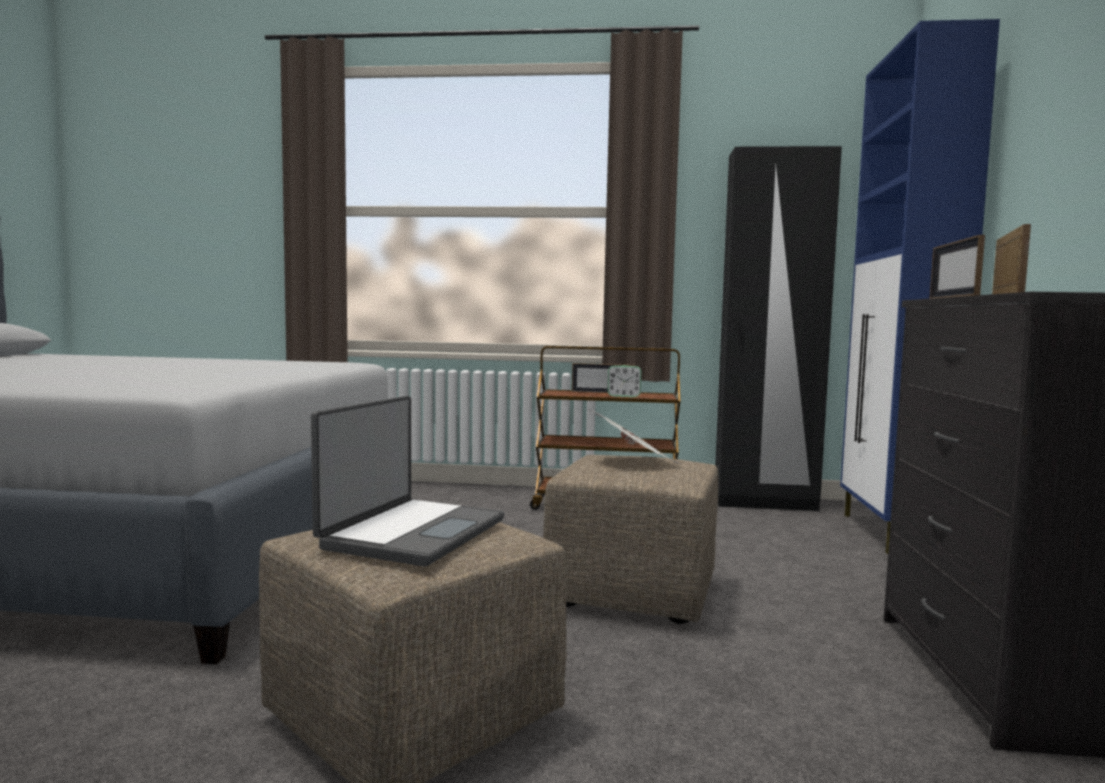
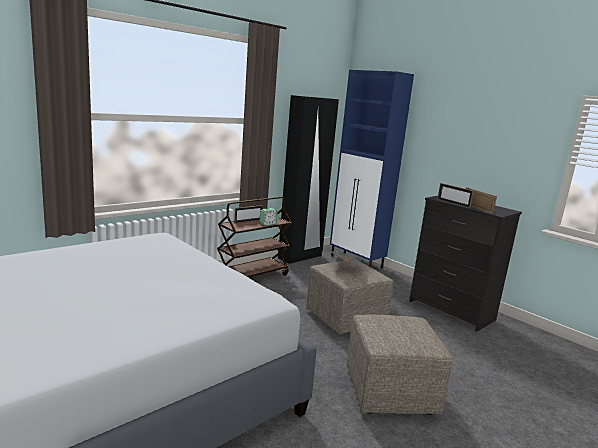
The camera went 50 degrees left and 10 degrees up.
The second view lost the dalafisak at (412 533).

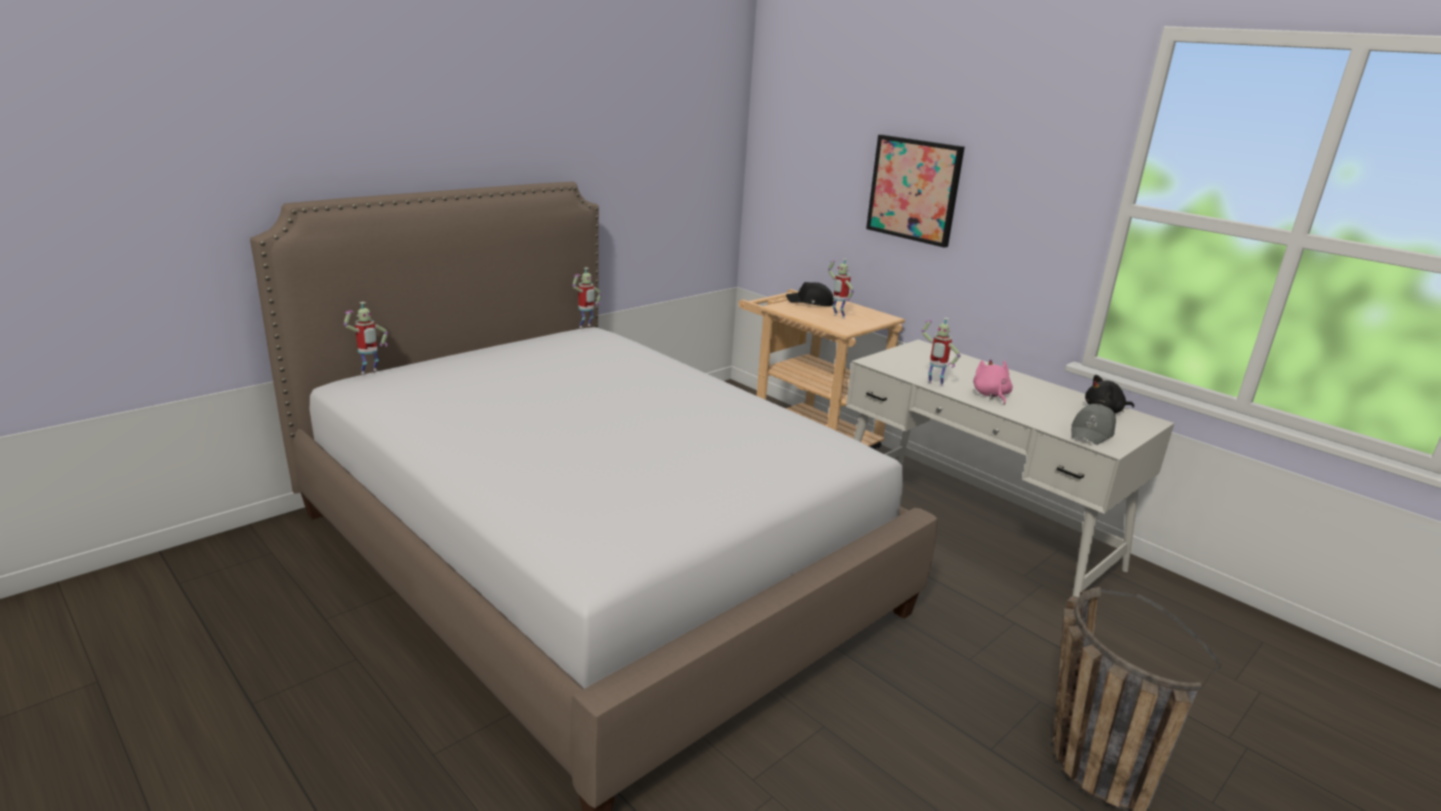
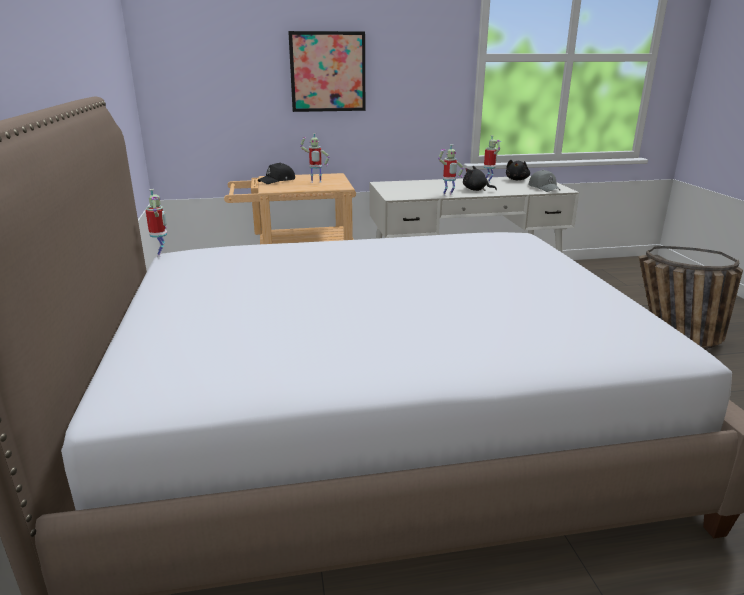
The camera went 55 degrees left and 0 degrees up.
The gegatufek ended up elsewhere, having gone from (370 372) to (488 181).
What was the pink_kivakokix at (991 395) turned into the black_kivakokix at (476 190).

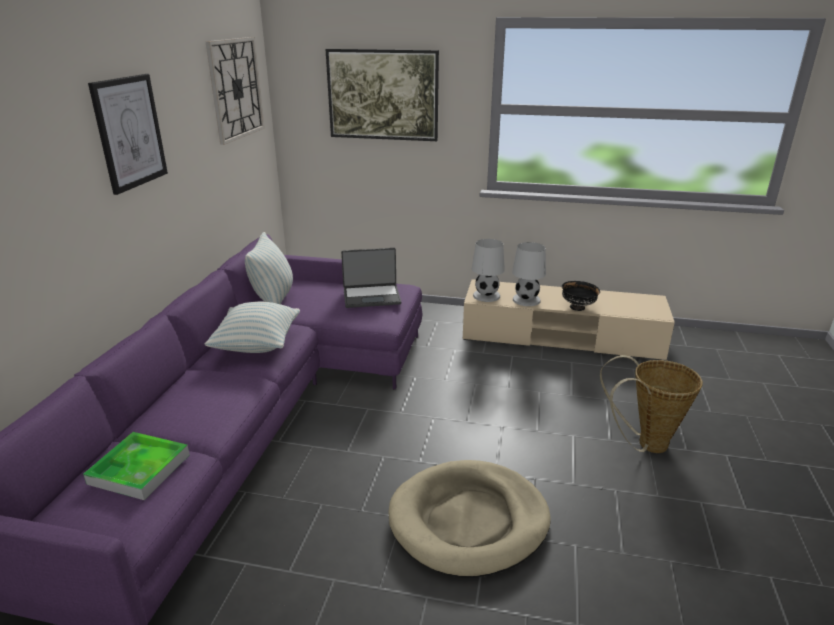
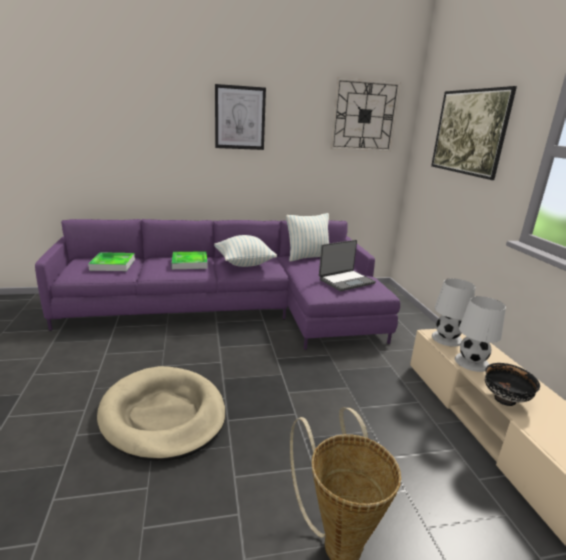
The camera went 65 degrees right and 5 degrees down.
The dalafisak at (371 297) ended up facing another way, 90 degrees counterclockwise from before.
The second view gained the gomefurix at (189 263).

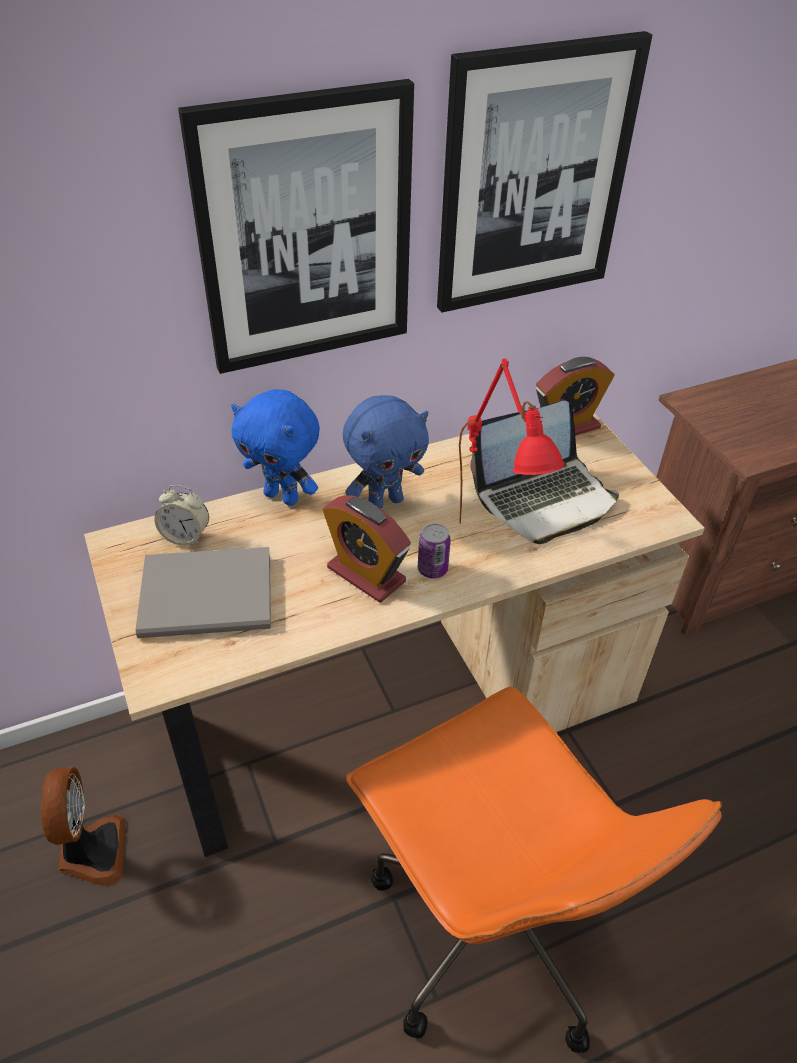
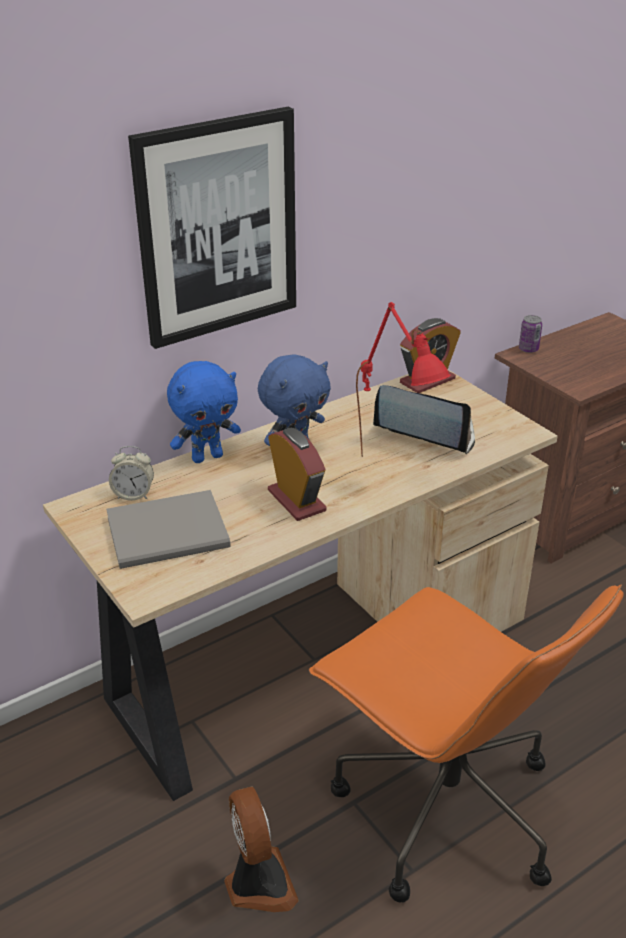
The camera went 10 degrees left and 10 degrees down.
The second view lost the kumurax at (534 178).
The blue_kivakokix at (283 496) ended up facing another way, 45 degrees counterclockwise from before.
The dalafisak at (544 498) ended up facing another way, 120 degrees counterclockwise from before.
The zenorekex at (366 574) ended up facing another way, 150 degrees counterclockwise from before.
The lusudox ended up elsewhere, having gone from (432 569) to (528 349).
The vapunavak ended up elsewhere, having gone from (92 852) to (258 884).

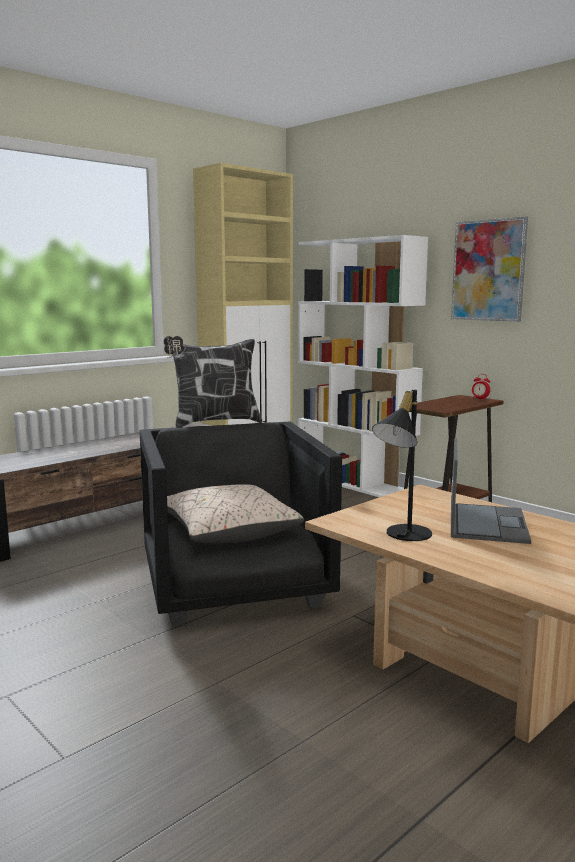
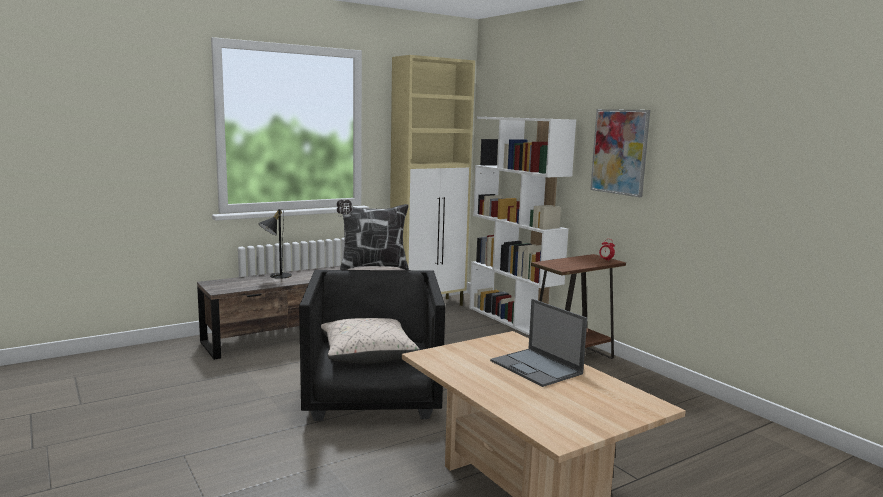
The camera went 10 degrees right and 0 degrees up.
The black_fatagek ended up elsewhere, having gone from (402 535) to (276 276).
The dalafisak at (486 523) ended up facing another way, 120 degrees clockwise from before.

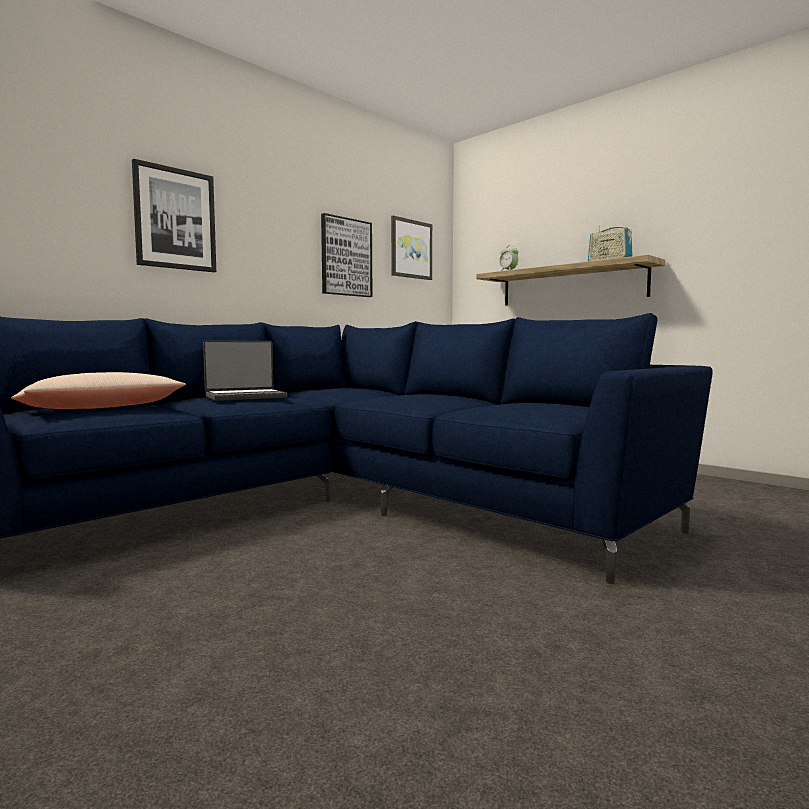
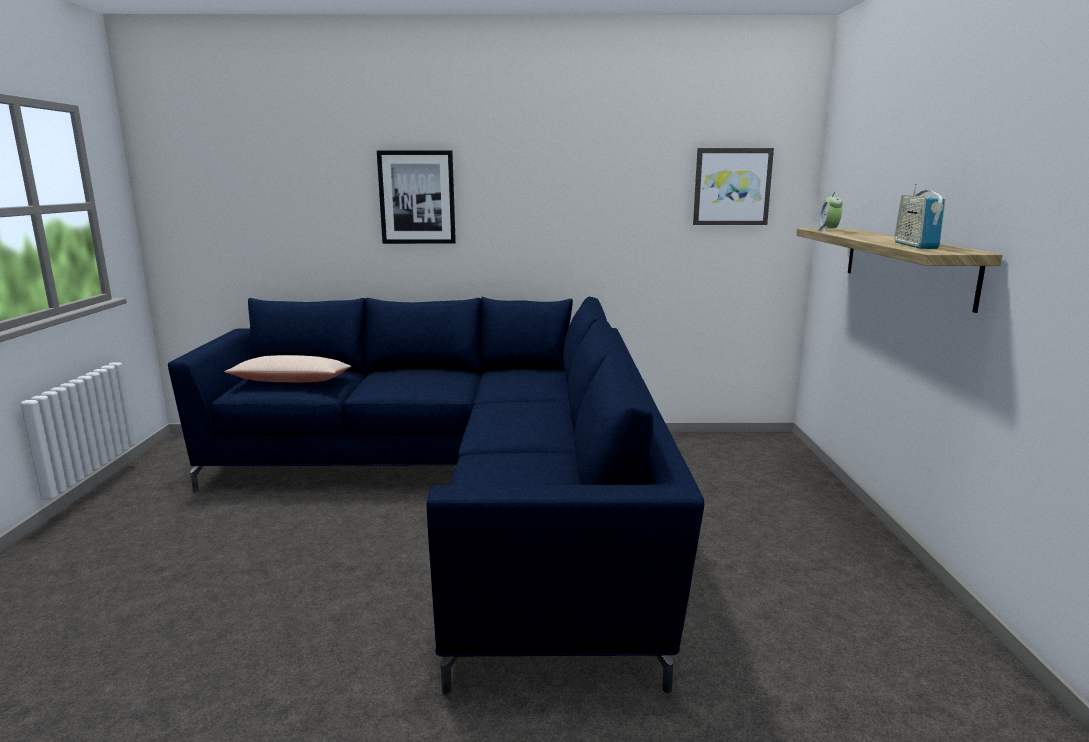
The camera went 45 degrees right and 10 degrees up.
The second view lost the kumurax at (346 257).
The second view lost the dalafisak at (245 397).

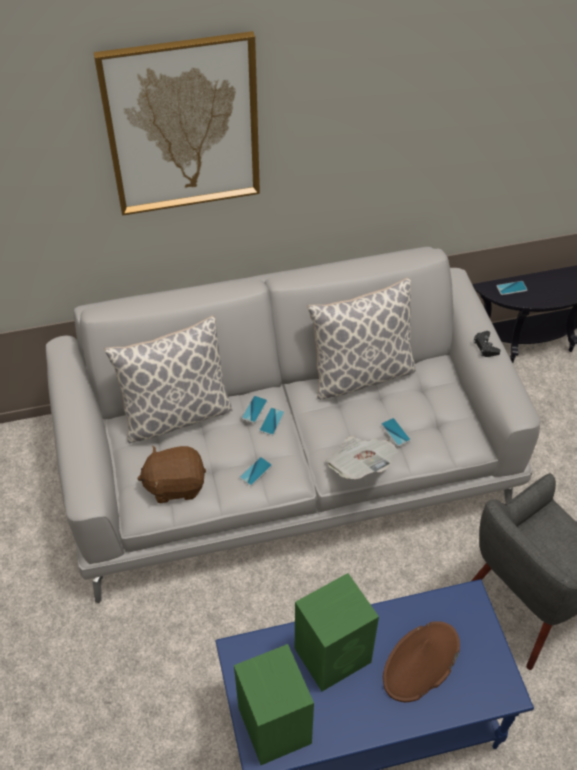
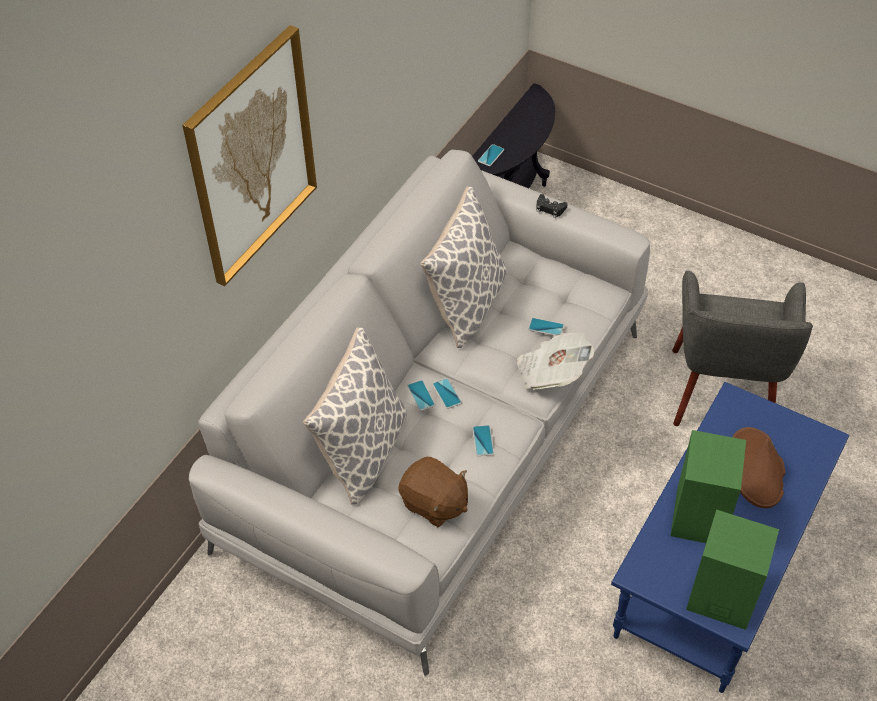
The camera went 45 degrees left and 0 degrees up.
The brown_kivakokix at (175 484) ended up facing another way, 90 degrees counterclockwise from before.

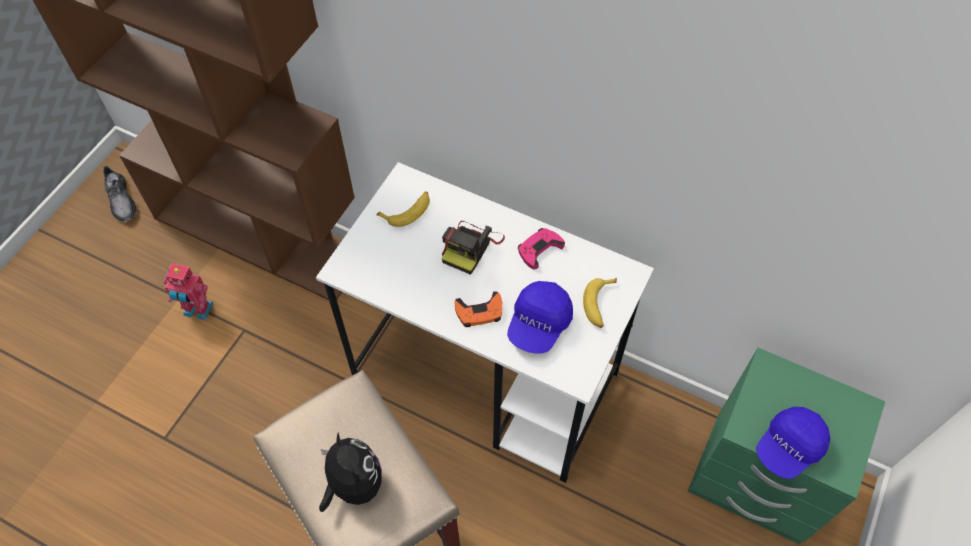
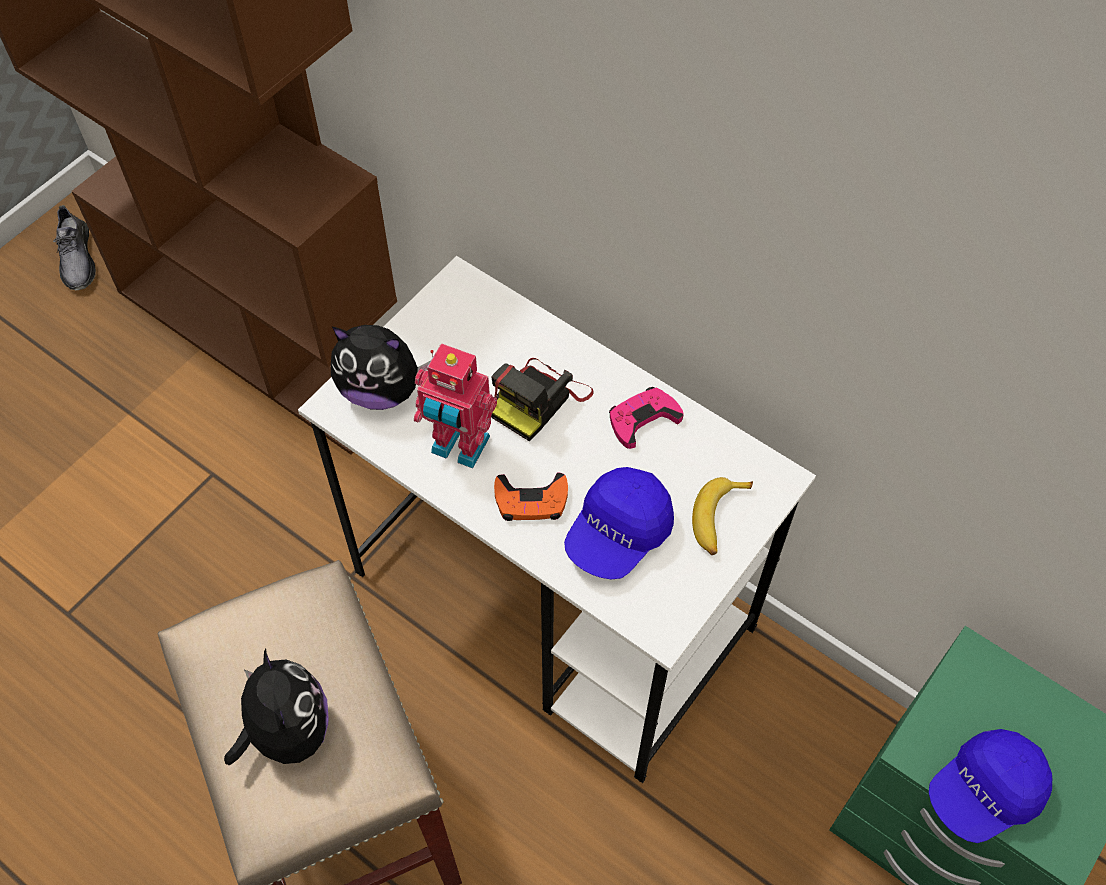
The camera went 10 degrees right and 0 degrees up.
The second view lost the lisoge at (407 211).
The gegatufek ended up elsewhere, having gone from (197 311) to (458 447).
The second view gained the kivakokix at (381 390).

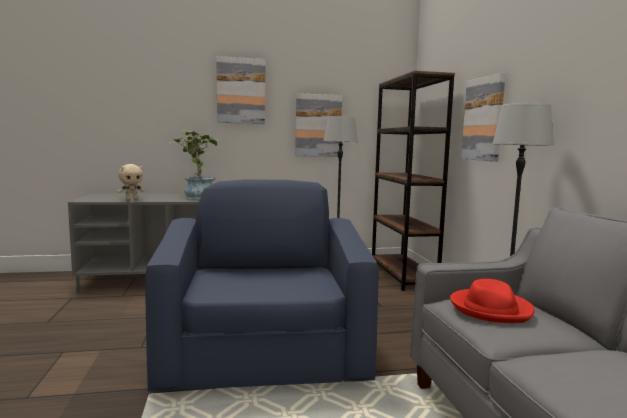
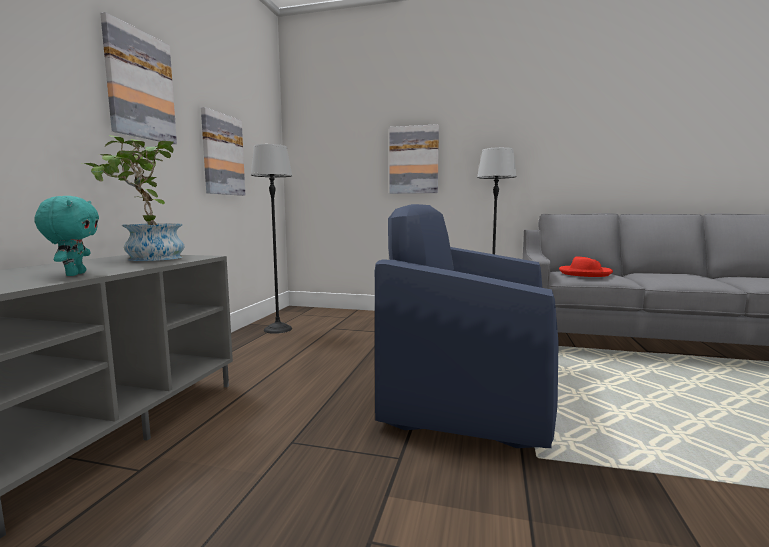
The camera went 65 degrees left and 0 degrees up.
The second view lost the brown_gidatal at (402 275).
What was the beige_kivakokix at (131 199) turned into the turquoise_kivakokix at (74 274).

